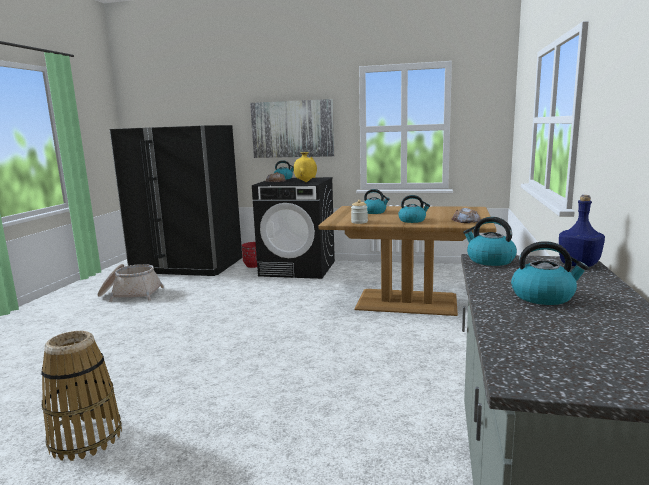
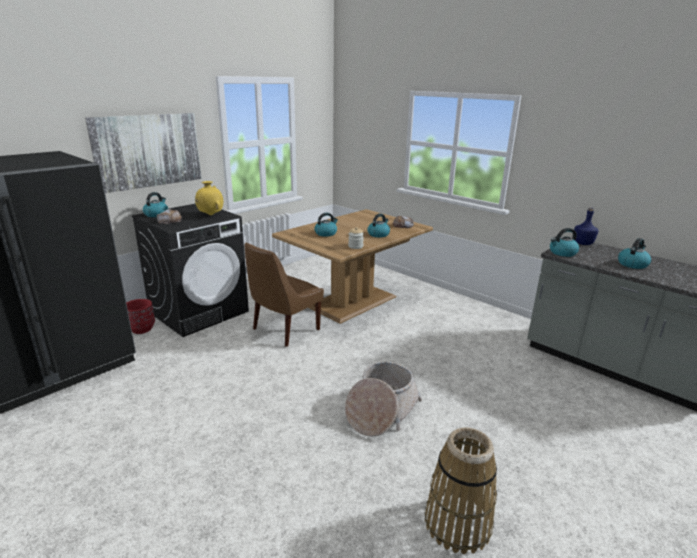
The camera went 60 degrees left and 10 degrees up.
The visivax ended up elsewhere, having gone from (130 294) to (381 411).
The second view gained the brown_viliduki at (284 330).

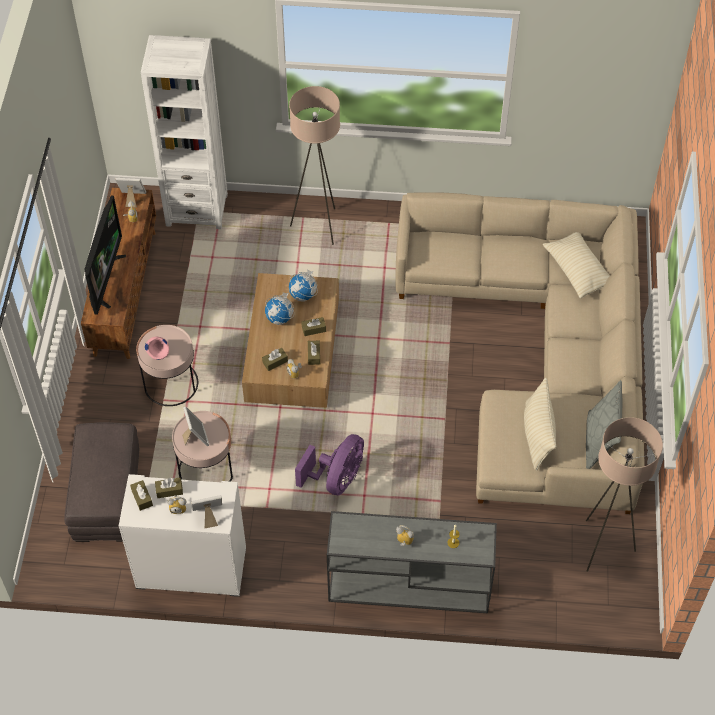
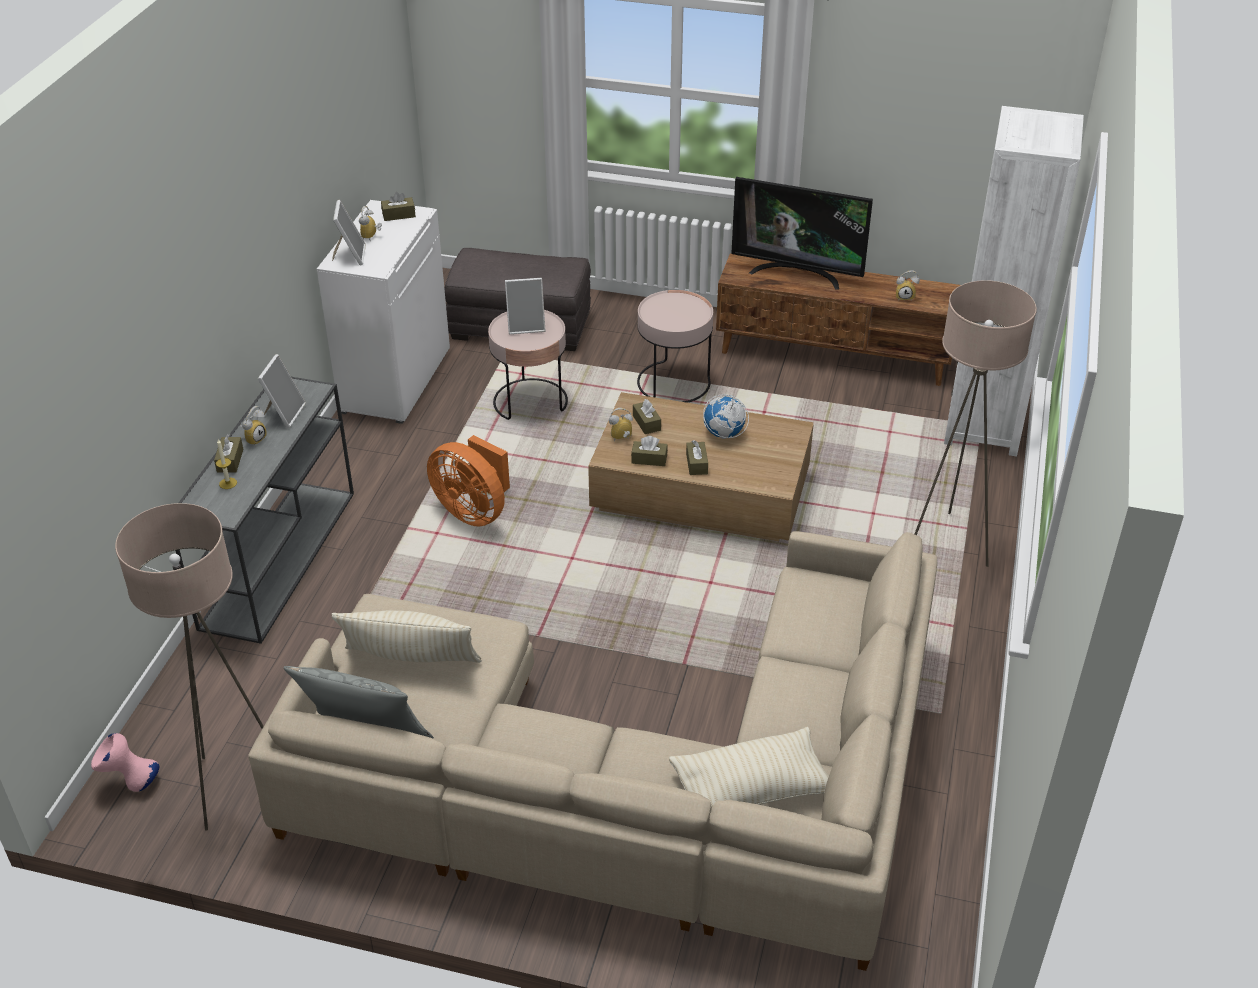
The camera went 100 degrees right and 15 degrees down.
The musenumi ended up elsewhere, having gone from (132 198) to (284 413).
The second view lost the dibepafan at (303 295).
The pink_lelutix ended up elsewhere, having gone from (160 358) to (131 784).
What was the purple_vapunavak at (336 479) turned into the orange_vapunavak at (474 511).
The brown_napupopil ended up elsewhere, having gone from (169 490) to (230 460).

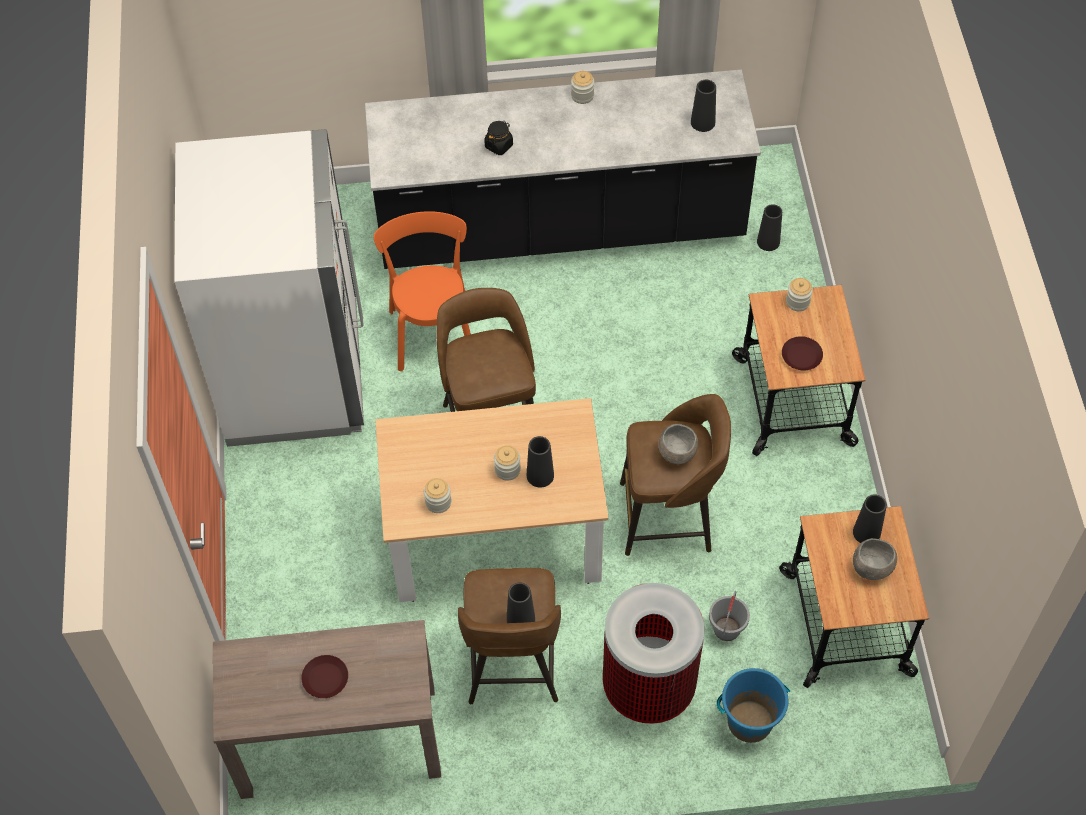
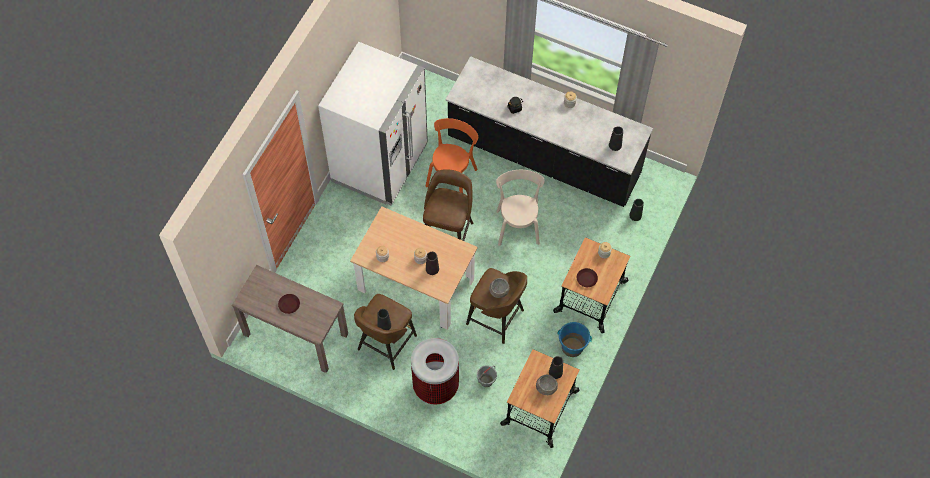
The camera went 30 degrees right and 5 degrees up.
The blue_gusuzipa ended up elsewhere, having gone from (749 721) to (572 347).
The second view gained the beige_viliduki at (517 225).

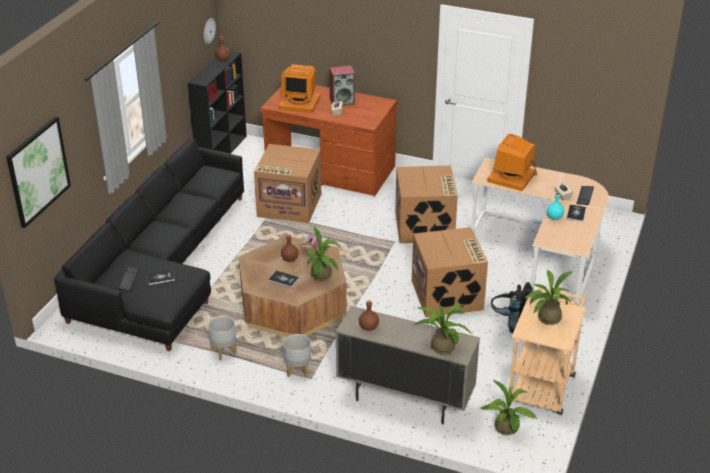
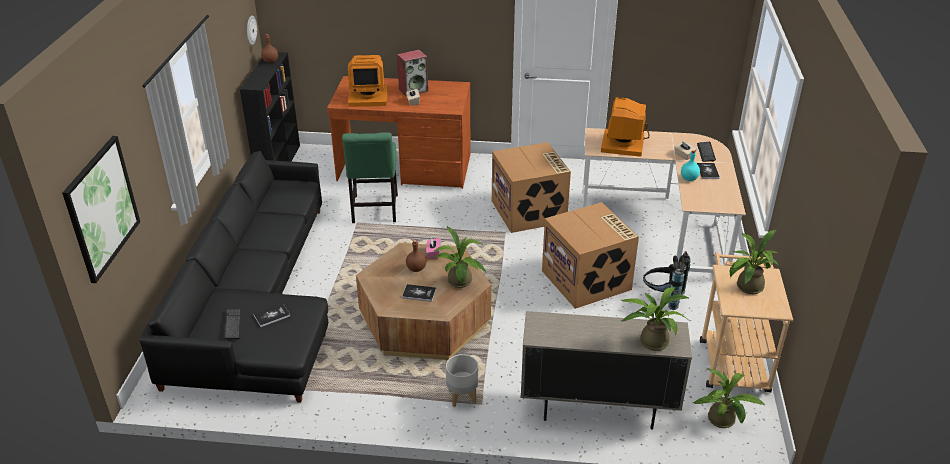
The camera went 15 degrees left and 0 degrees up.
Where the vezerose stood at (288 205), the green_viliduki came to stand at (374 211).
The second view lost the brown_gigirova at (368 327).
The second view lost the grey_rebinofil at (223 352).

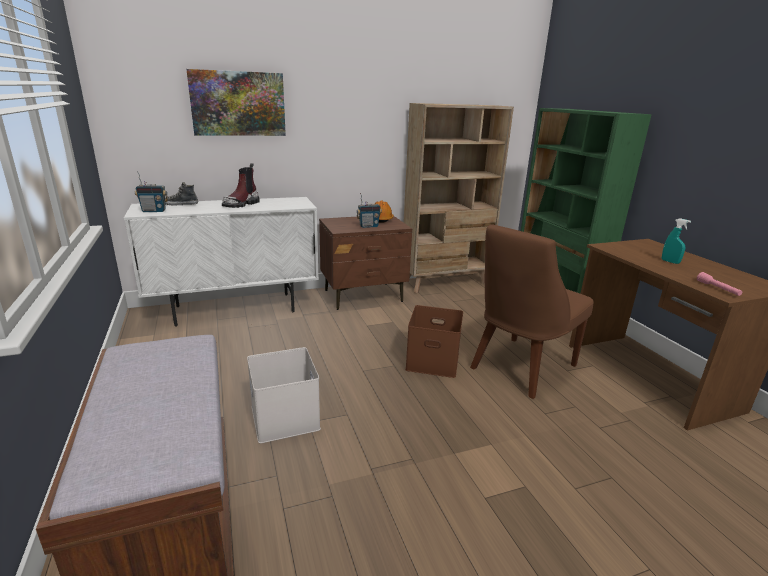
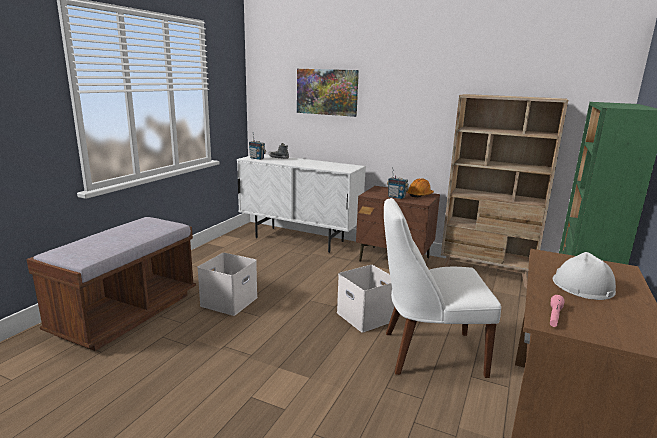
The camera went 45 degrees right and 5 degrees down.
The second view lost the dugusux at (241 204).
Where the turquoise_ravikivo stood at (670 262), the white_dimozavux came to stand at (582 285).
What was the brown_viliduki at (519 368) turned into the white_viliduki at (427 353).
What was the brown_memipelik at (434 361) turned into the white_memipelik at (367 316).

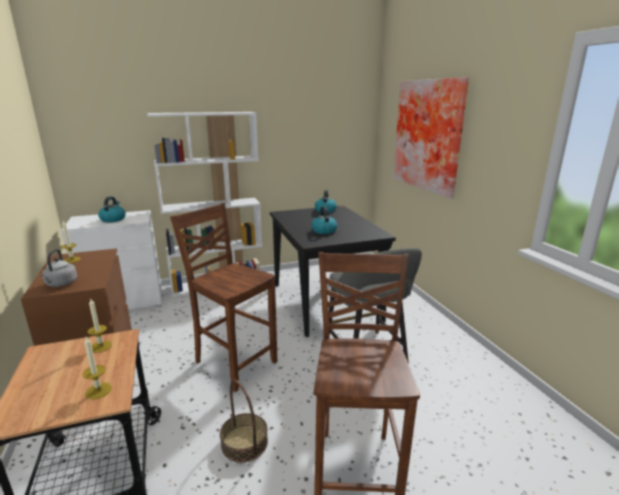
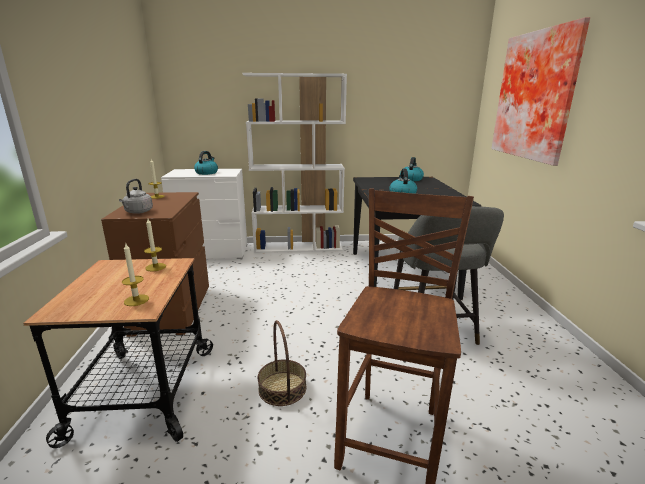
The camera went 15 degrees right and 0 degrees up.
The second view lost the brown_viliduki at (234 362).

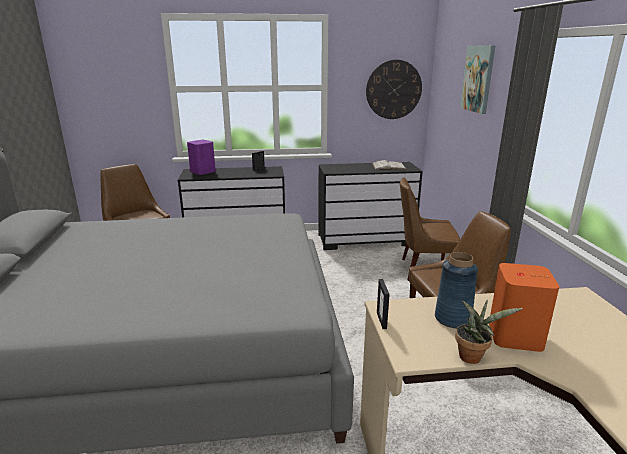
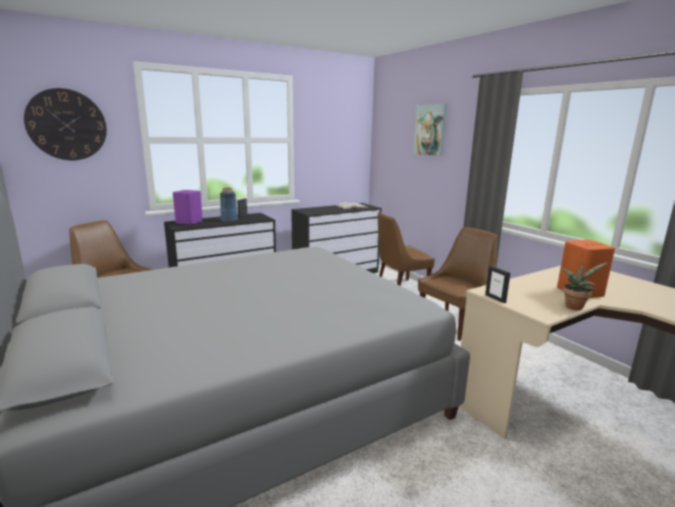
The camera went 25 degrees left and 5 degrees down.
The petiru ended up elsewhere, having gone from (393 89) to (67 125).
The blue_lelutix ended up elsewhere, having gone from (453 319) to (229 220).

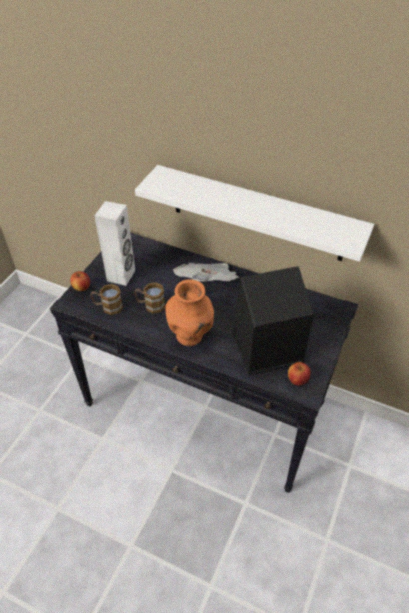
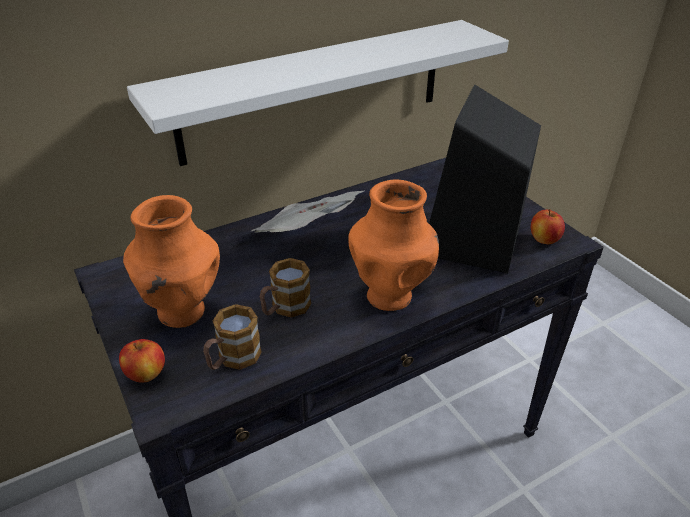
The camera went 55 degrees left and 10 degrees down.
Where the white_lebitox stood at (121 275), the orange_lelutix came to stand at (182 312).

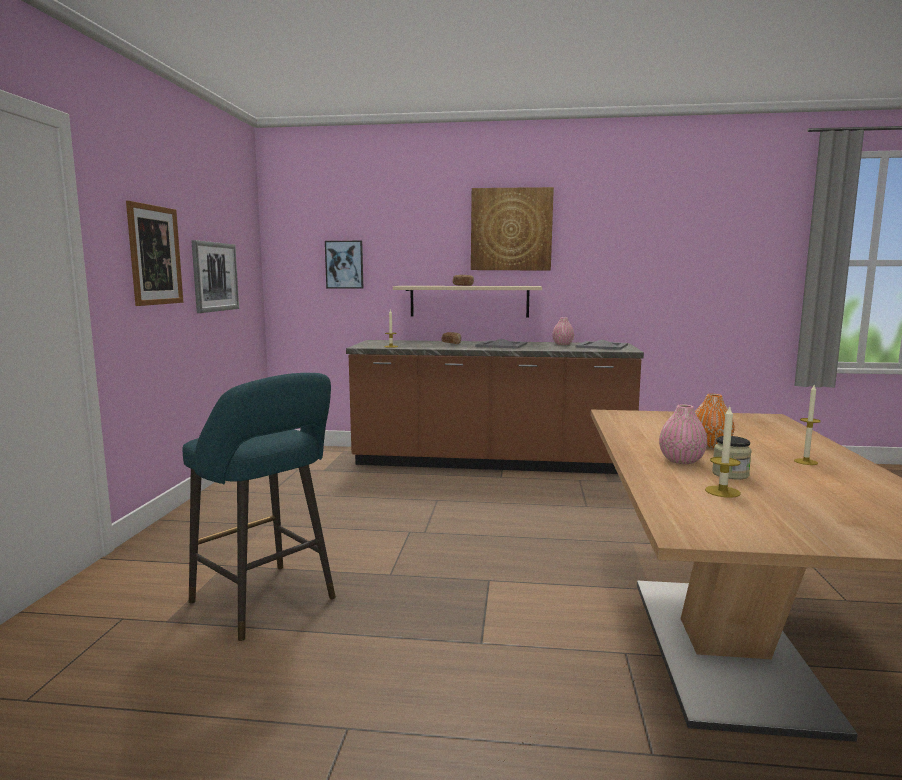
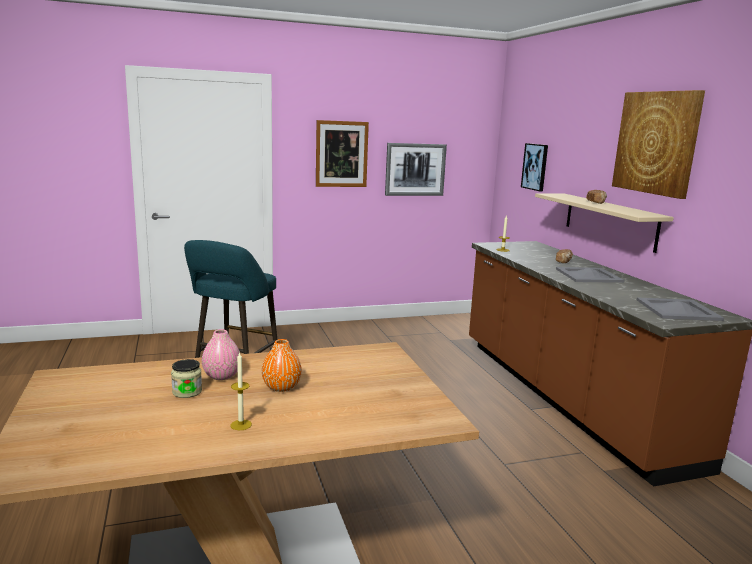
The camera went 65 degrees right and 5 degrees up.
The second view lost the pink_lelutix at (563 344).
The second view lost the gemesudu at (722 491).

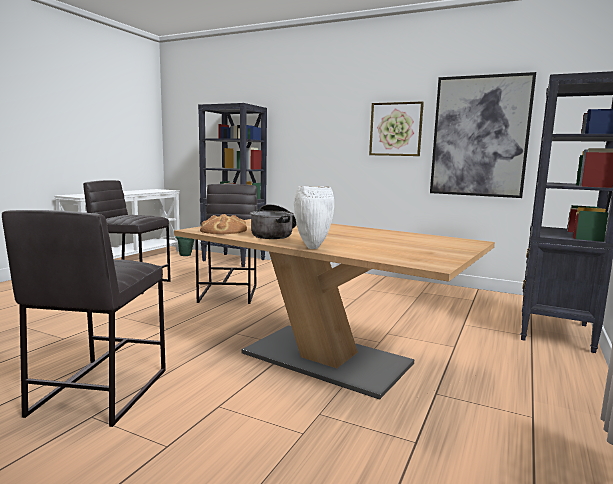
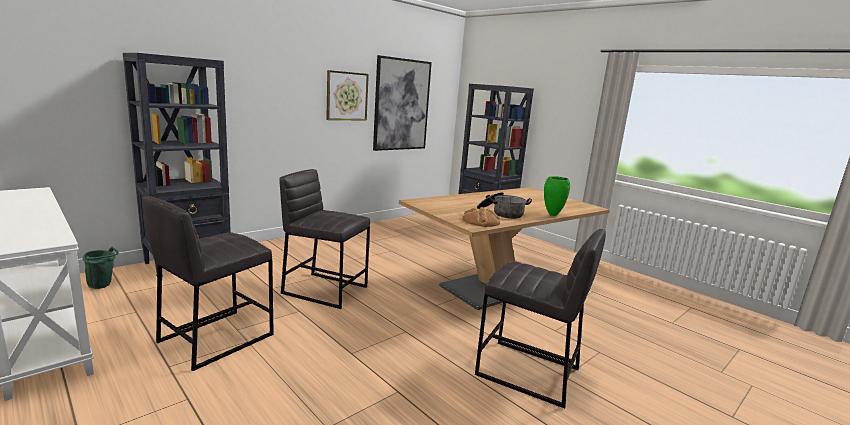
The camera went 70 degrees left and 5 degrees up.
What was the white_lelutix at (312 248) turned into the green_lelutix at (552 215).

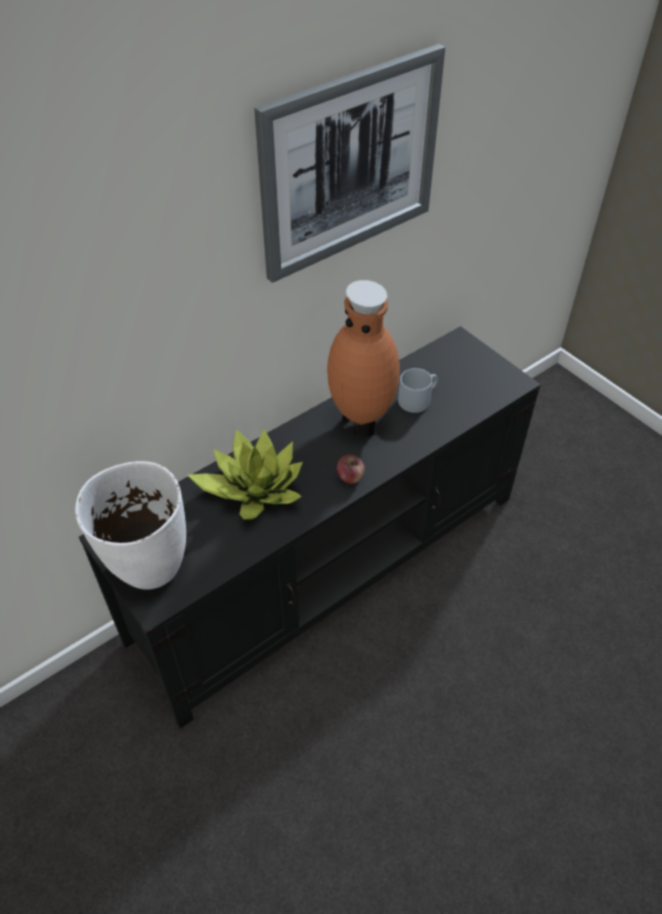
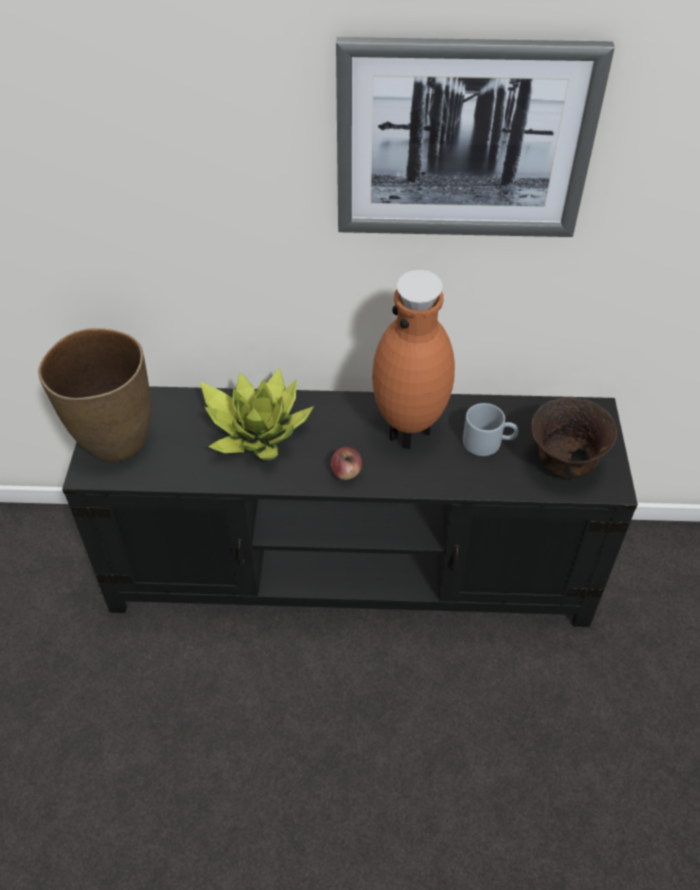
The camera went 40 degrees right and 0 degrees up.
What was the white_lelutix at (149 568) turned into the brown_lelutix at (114 442).
The second view gained the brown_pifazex at (565 465).

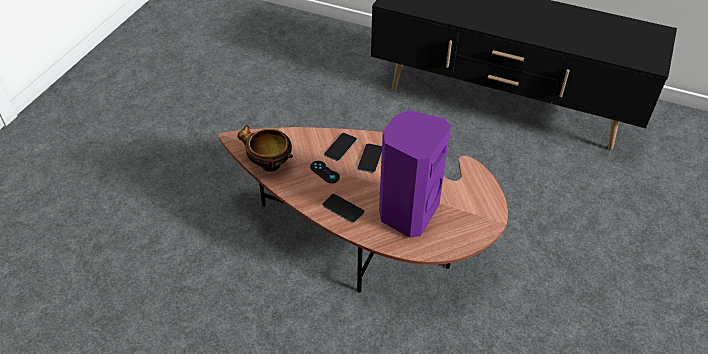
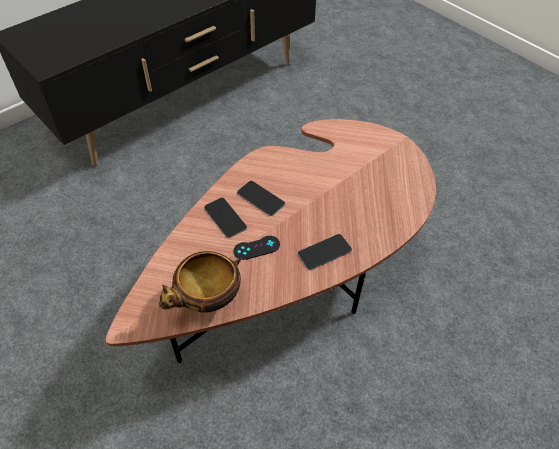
The camera went 65 degrees left and 5 degrees up.
The second view lost the purple_lebitox at (407 212).

